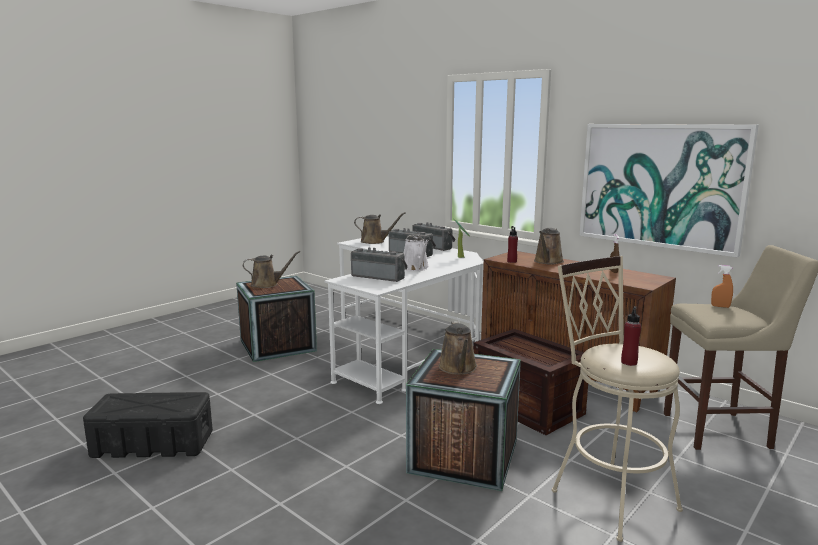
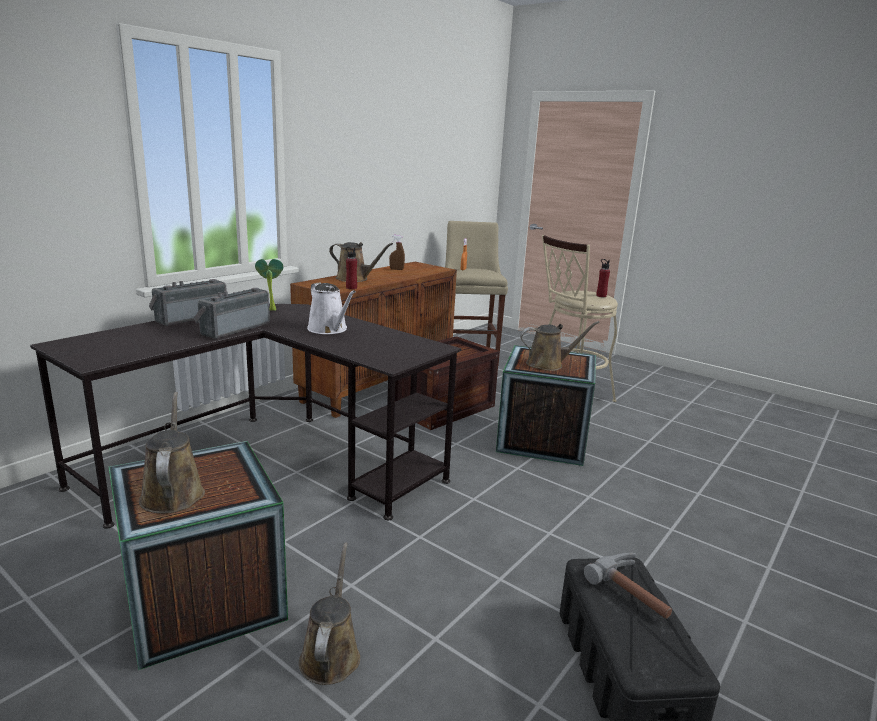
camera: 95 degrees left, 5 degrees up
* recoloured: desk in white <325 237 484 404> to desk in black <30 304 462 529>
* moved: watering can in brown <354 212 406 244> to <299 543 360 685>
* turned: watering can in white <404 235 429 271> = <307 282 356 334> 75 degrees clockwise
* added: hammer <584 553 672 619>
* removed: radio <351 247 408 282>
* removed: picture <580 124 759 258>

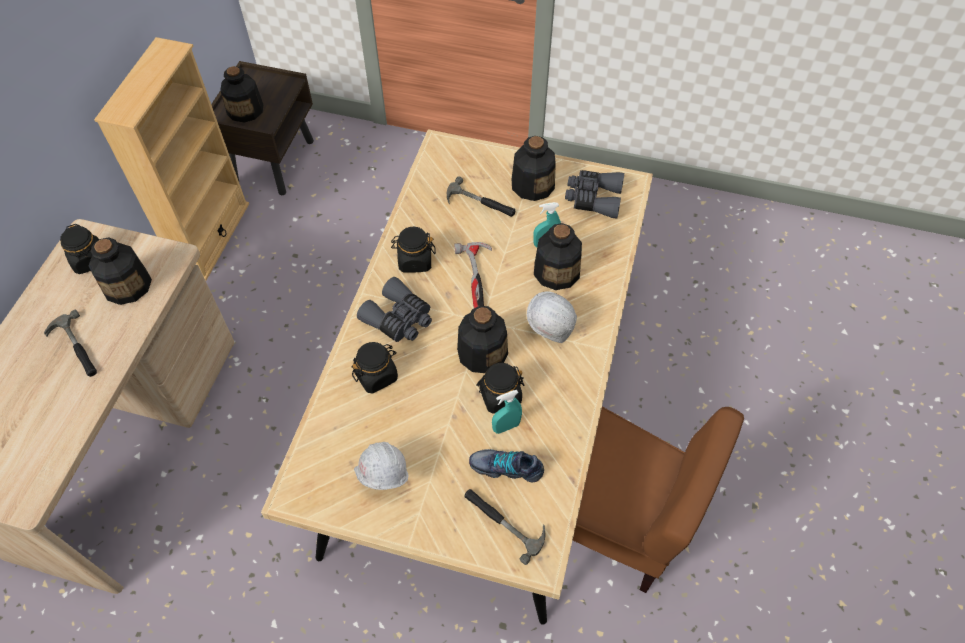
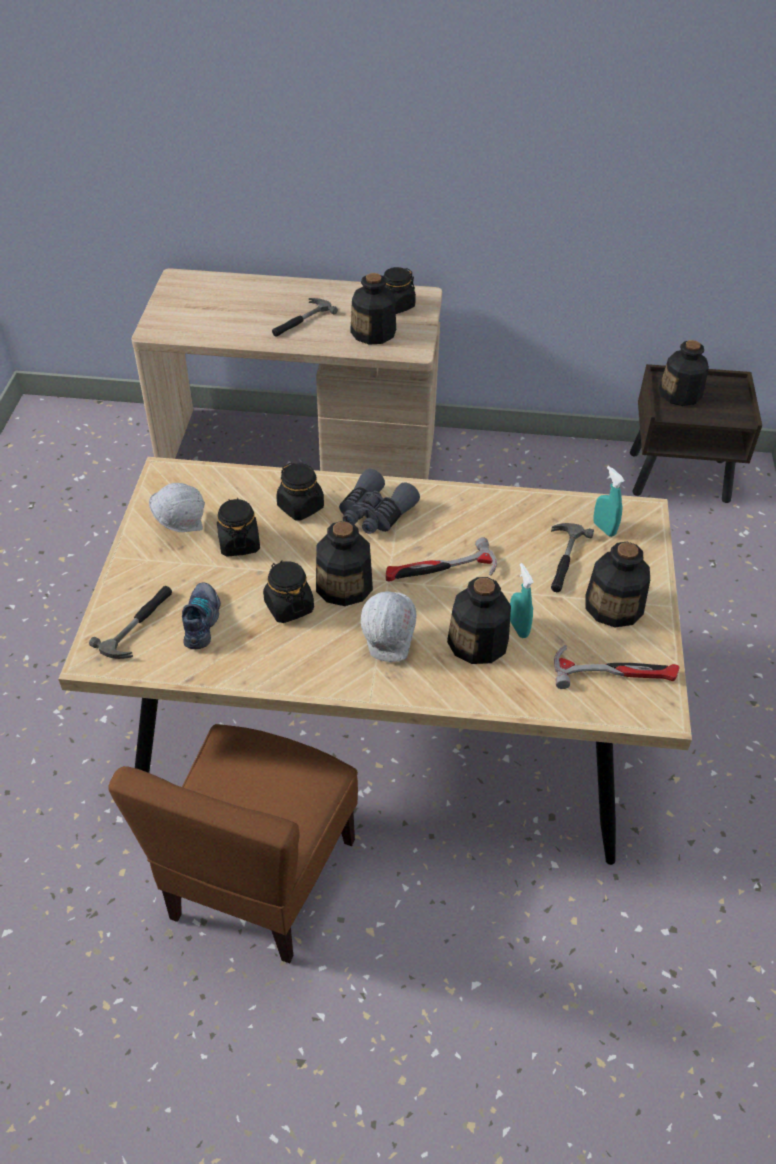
camera: 80 degrees right, 10 degrees down
* moved: jar in black <391 227 436 273> to <217 498 260 557>
* replaced: binoculars in grey <565 170 624 219> to hammer <554 645 679 689>
* moved: spray bottle in turquoise <492 390 522 434> to <593 466 625 537>
* removed: bookcase in beige <94 37 249 280>

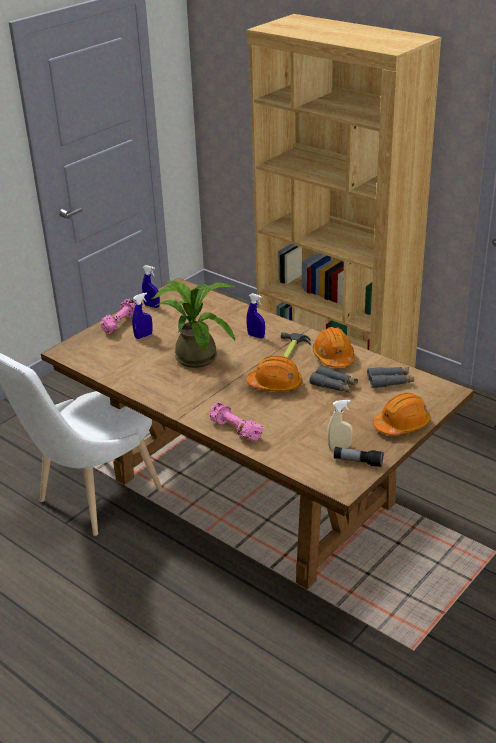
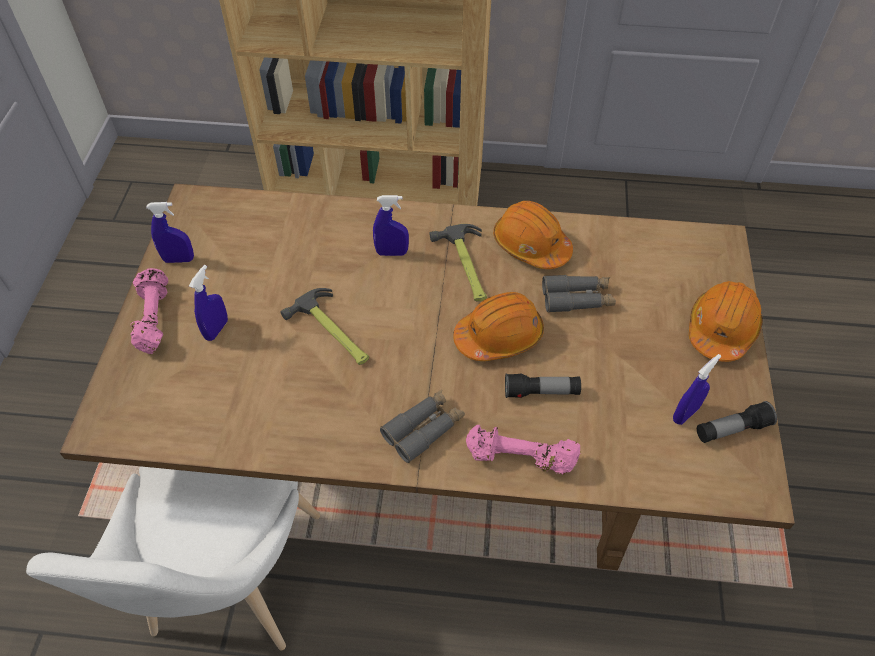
camera: 35 degrees left, 20 degrees up
* replaced: potted plant <152 280 237 368> to hammer <280 288 369 365>
* moved: binoculars in grey <367 367 414 388> to <380 390 465 463>
* added: flashlight <505 374 581 398>
* recoloured: spray bottle in beige <327 400 353 449> to spray bottle in blue <673 354 721 425>

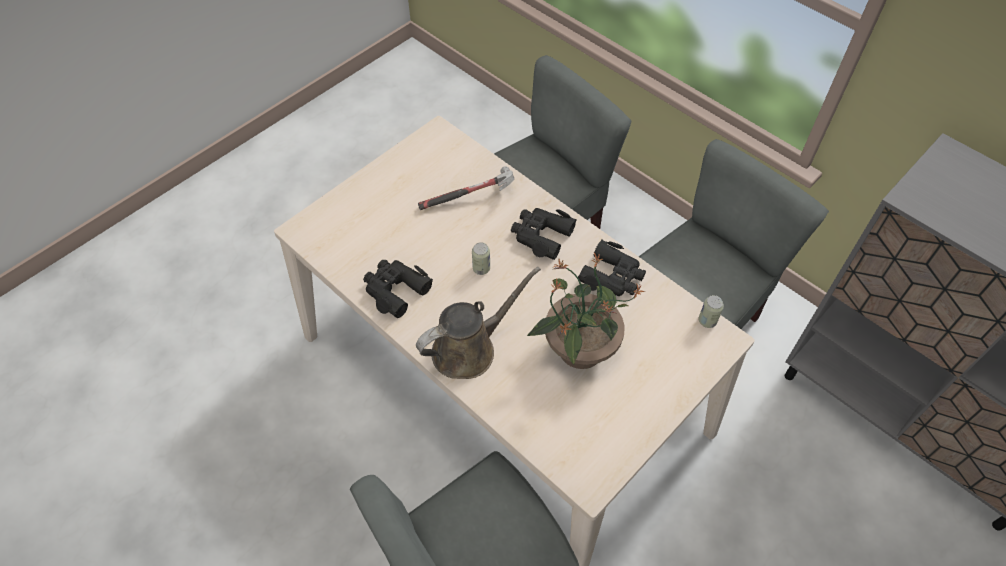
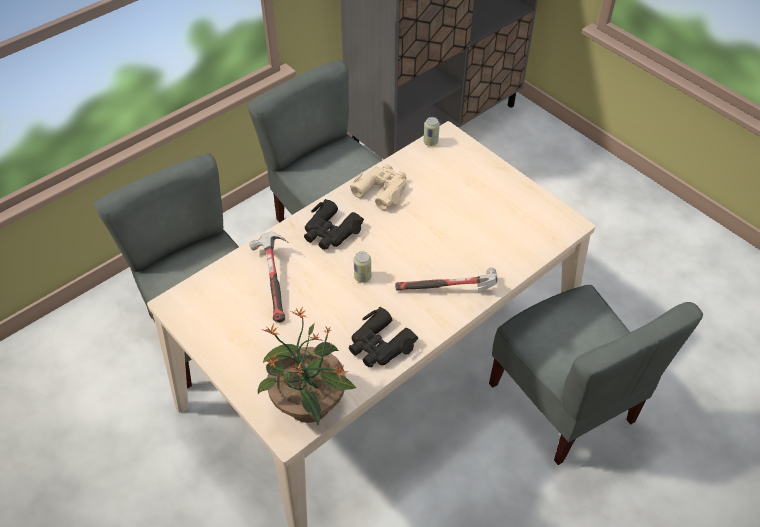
camera: 85 degrees left, 5 degrees down
* moved: potted plant <527 253 645 369> to <258 307 356 425>
* recoloured: binoculars in black <578 240 646 296> to binoculars in beige <350 164 407 211>
* replaced: watering can in brown <416 267 541 379> to hammer <395 267 498 292>

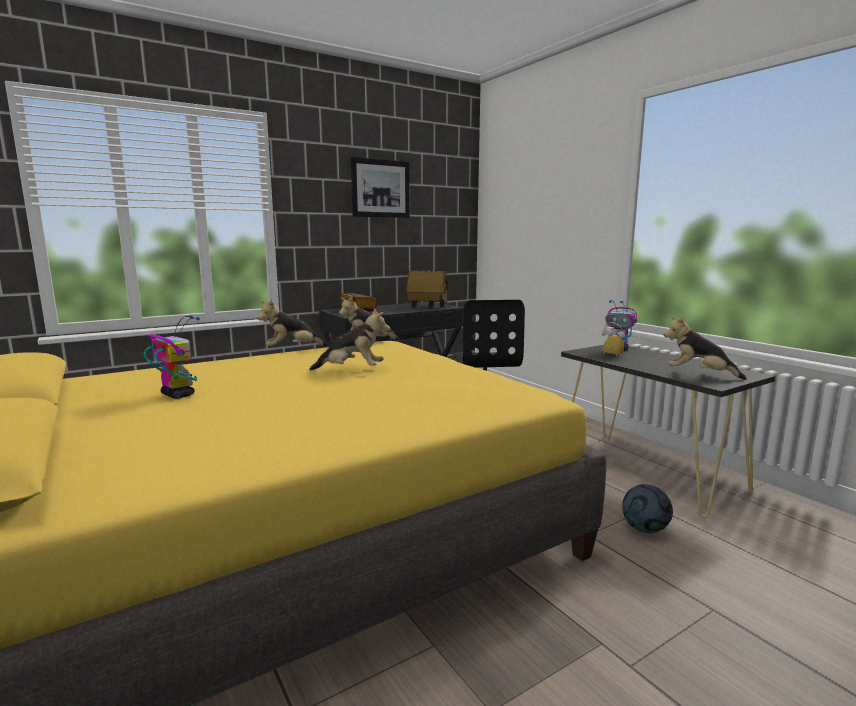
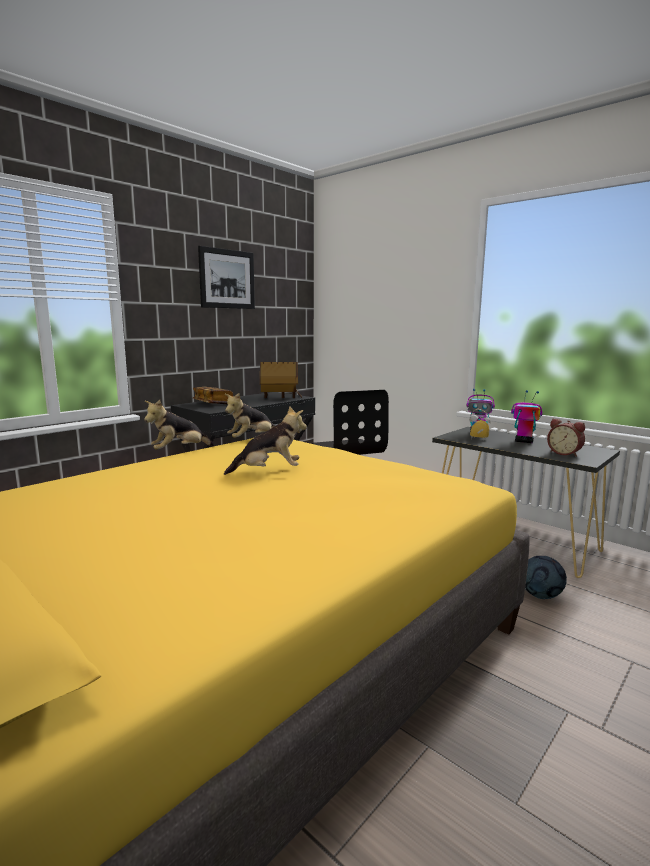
camera: 15 degrees left, 0 degrees up
* moved: toy robot <144 315 200 399> to <511 390 543 443>
* replaced: plush toy <664 316 747 380> to alarm clock <547 418 585 457>

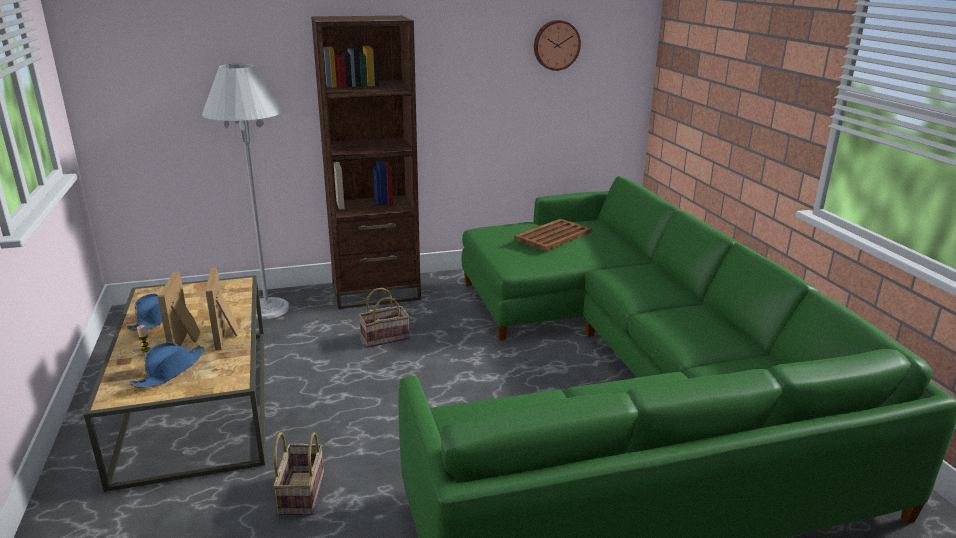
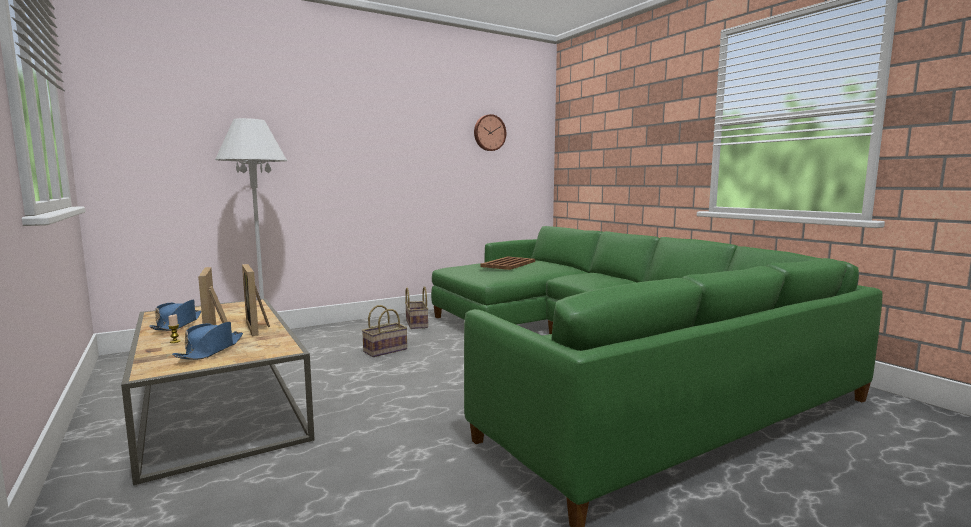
camera: 15 degrees left, 15 degrees down
* moved: basket <273 432 324 515> to <405 287 428 329>
* removed: bookcase in brown <311 16 421 309>

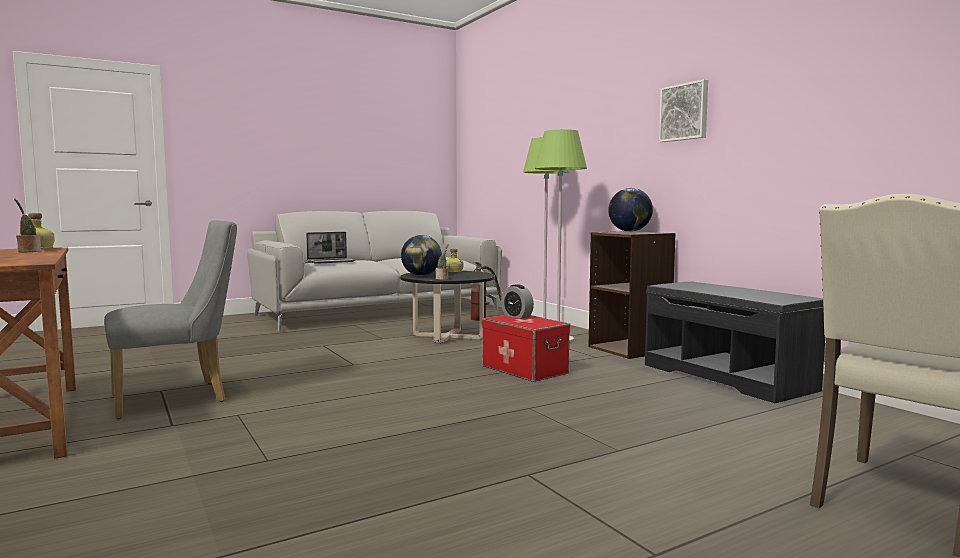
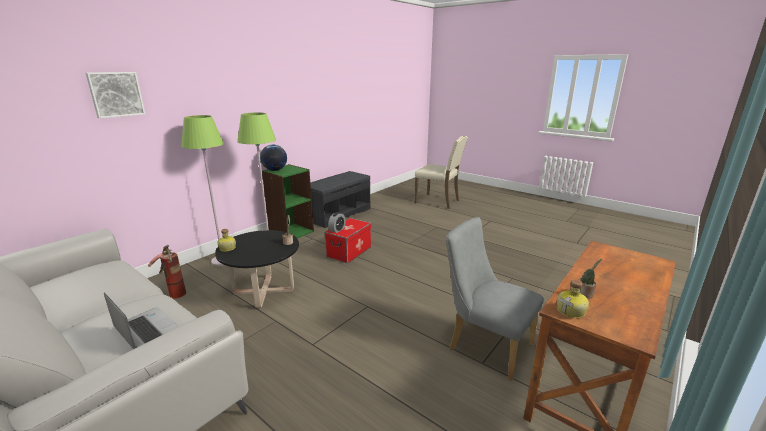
camera: 110 degrees left, 15 degrees up
* moved: picture <659 79 708 142> to <86 72 145 119>
* recoloured: bookcase in brown <588 231 676 359> to bookcase in green <262 164 314 238>
* removed: globe <401 235 442 276>

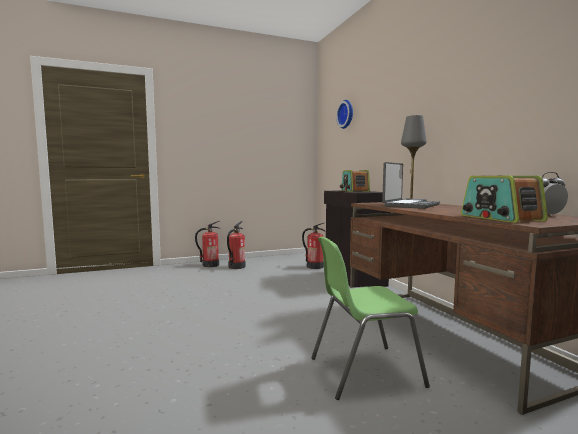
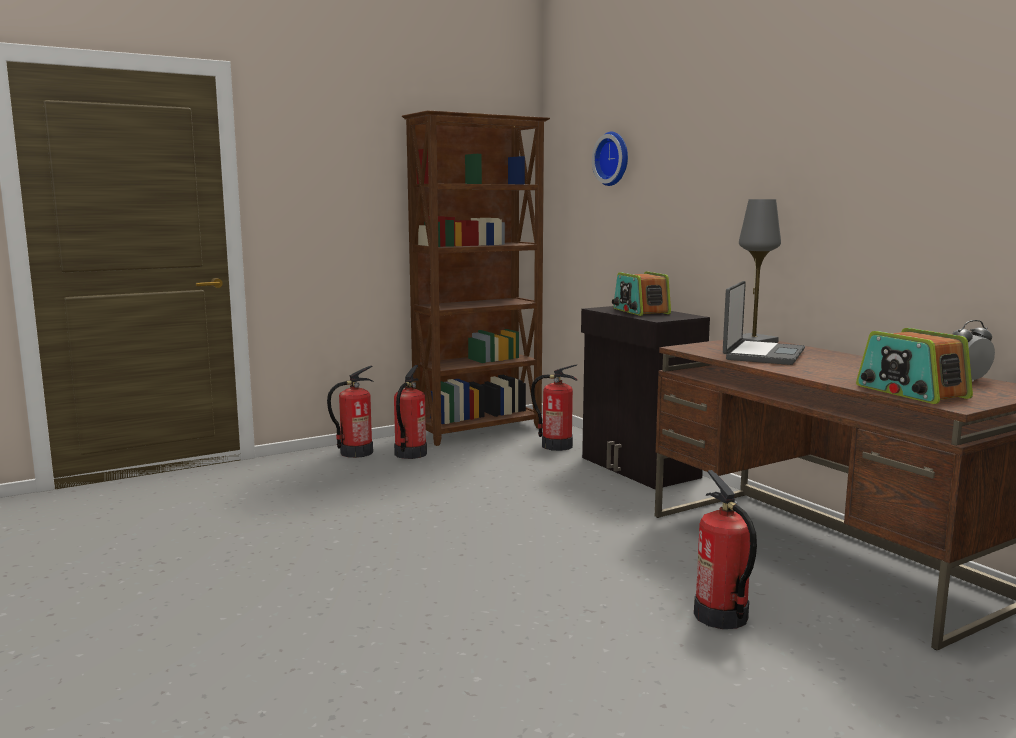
camera: 10 degrees left, 5 degrees up
* added: bookcase in brown <402 110 550 446>
* replaced: chair in green <311 237 430 400> to fire extinguisher <694 470 757 629>

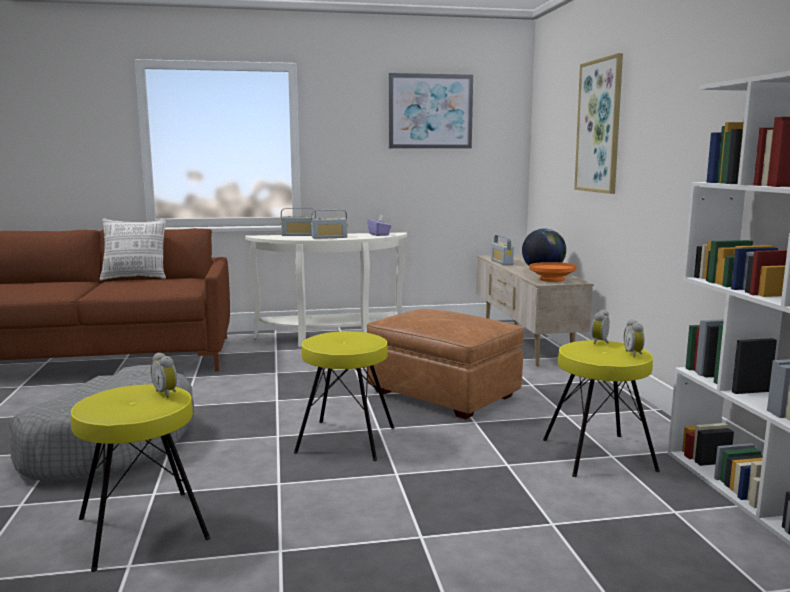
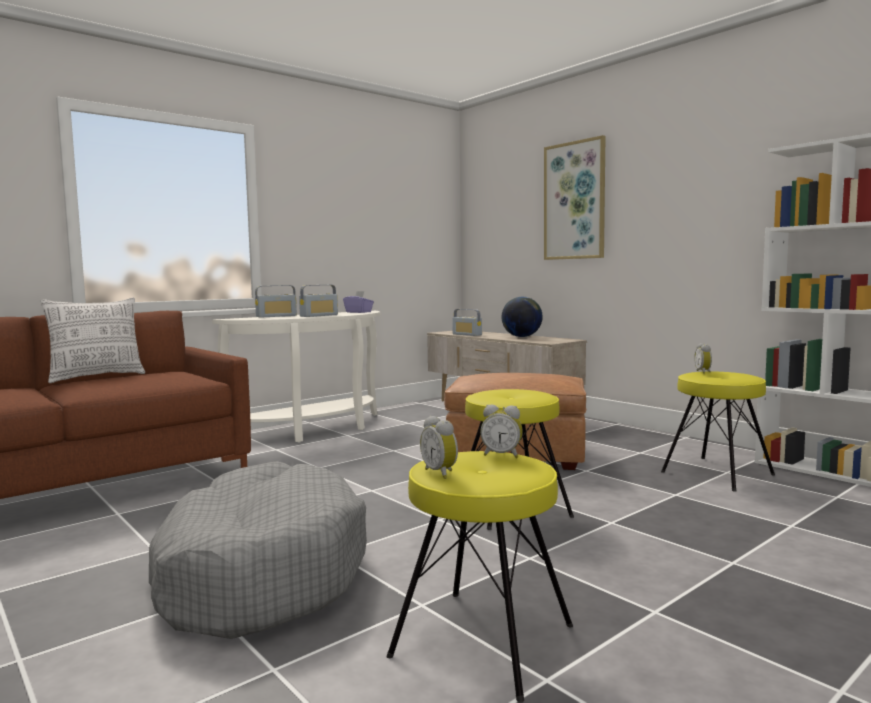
camera: 30 degrees left, 5 degrees down
* moved: alarm clock <624 319 645 358> to <420 416 458 479>
* removed: picture <389 73 473 149>
* removed: bowl in orange <529 262 577 282>

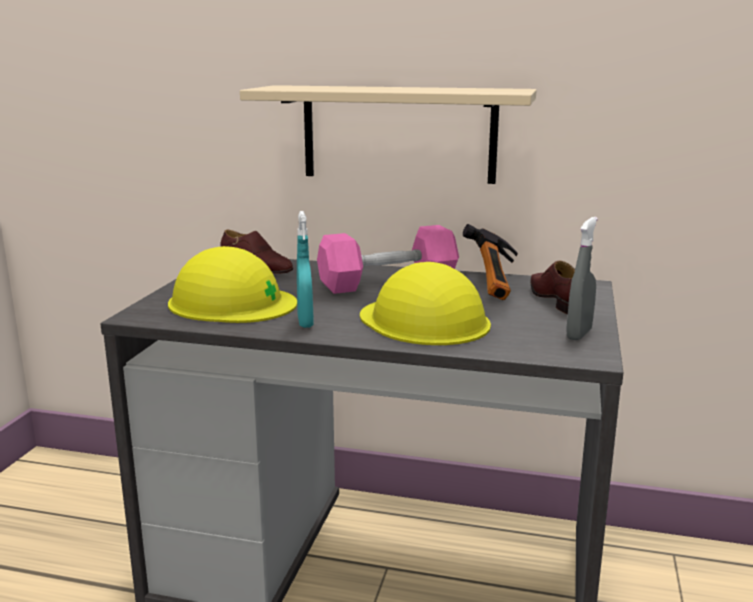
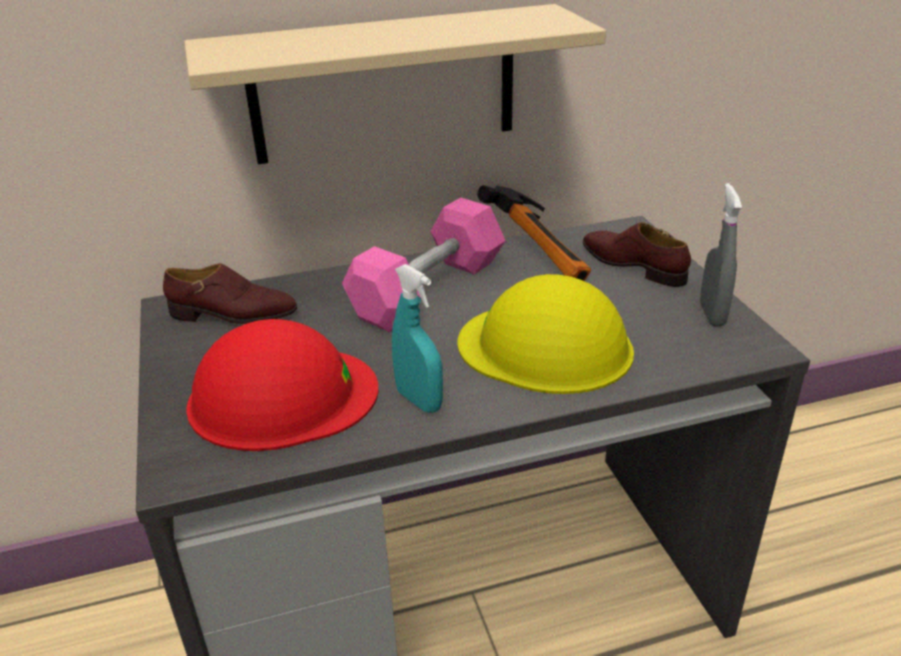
camera: 30 degrees left, 15 degrees up
* recoloured: hard hat in yellow <168 246 297 323> to hard hat in red <186 319 378 451>

